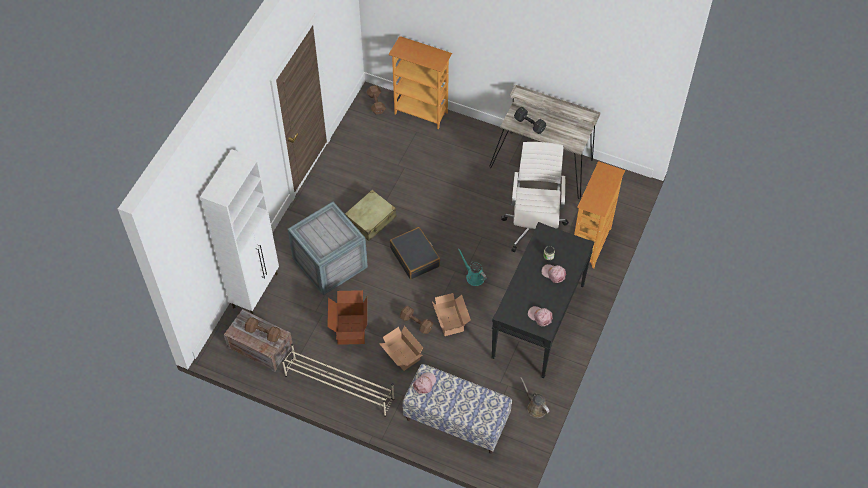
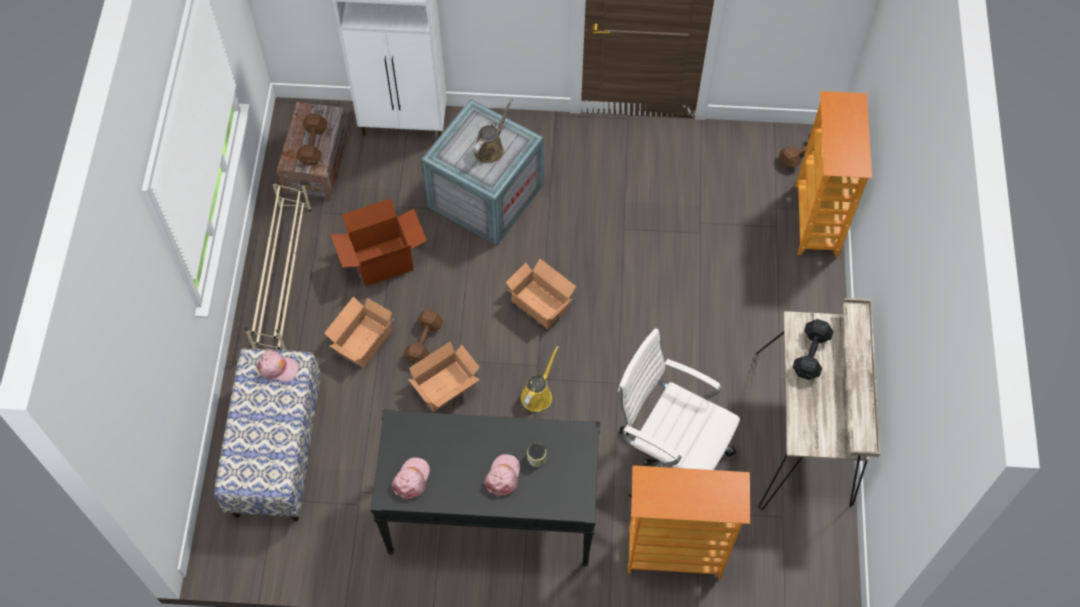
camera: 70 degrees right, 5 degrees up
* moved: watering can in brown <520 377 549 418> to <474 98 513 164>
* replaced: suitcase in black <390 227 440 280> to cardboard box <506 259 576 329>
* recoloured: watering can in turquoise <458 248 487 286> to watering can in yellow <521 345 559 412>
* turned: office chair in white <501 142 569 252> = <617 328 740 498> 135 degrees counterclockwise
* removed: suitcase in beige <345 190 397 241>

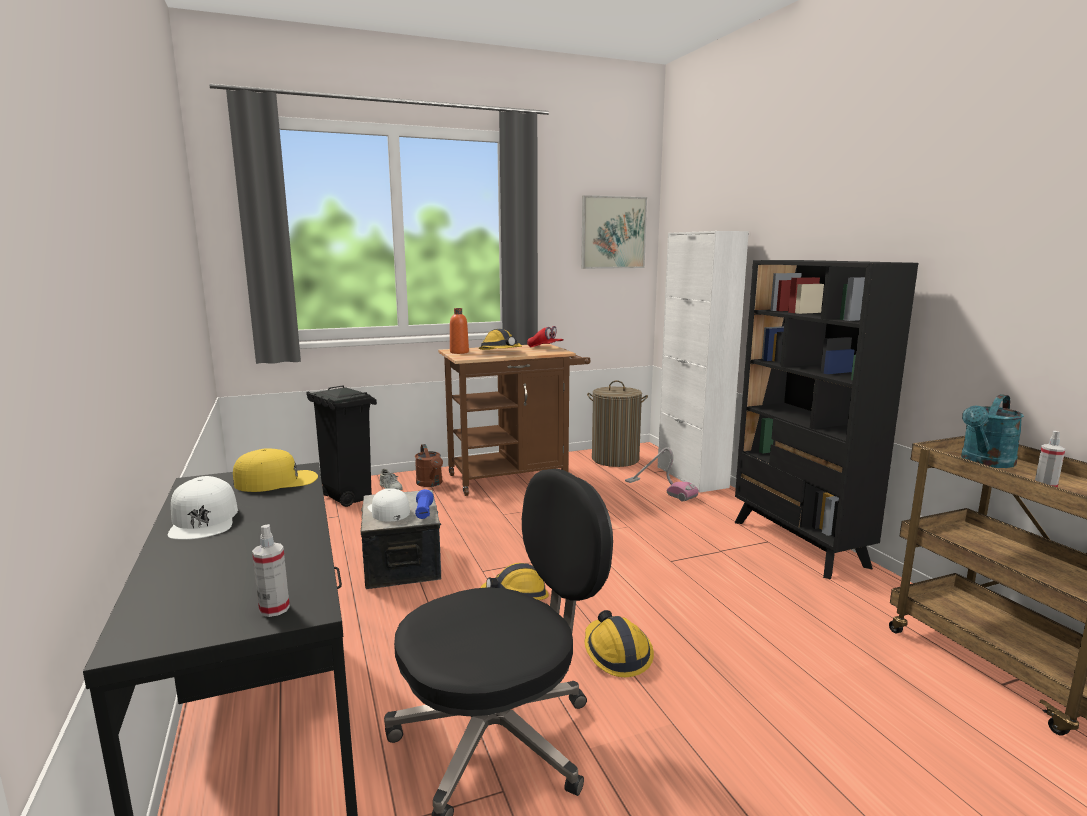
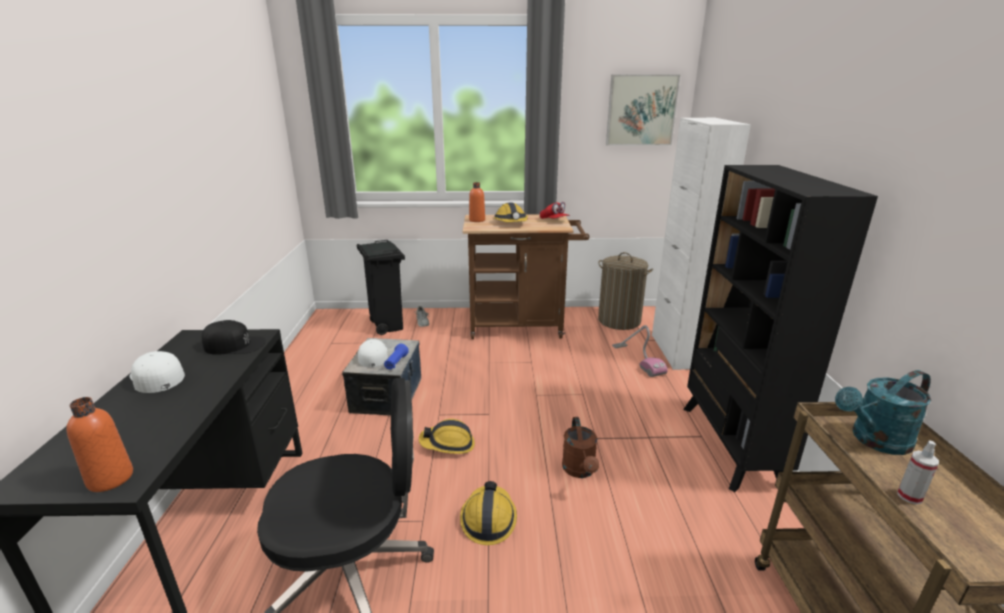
camera: 20 degrees right, 10 degrees up
* replaced: spray bottle <252 524 290 617> to bottle in orange <66 397 133 492>
* turned: cap in white <168 476 238 540> = <129 351 185 393> 135 degrees clockwise
* recoloured: cap in yellow <233 448 318 492> to cap in black <202 320 266 355>
* moved: watering can in brown <415 444 443 487> to <562 417 599 478>

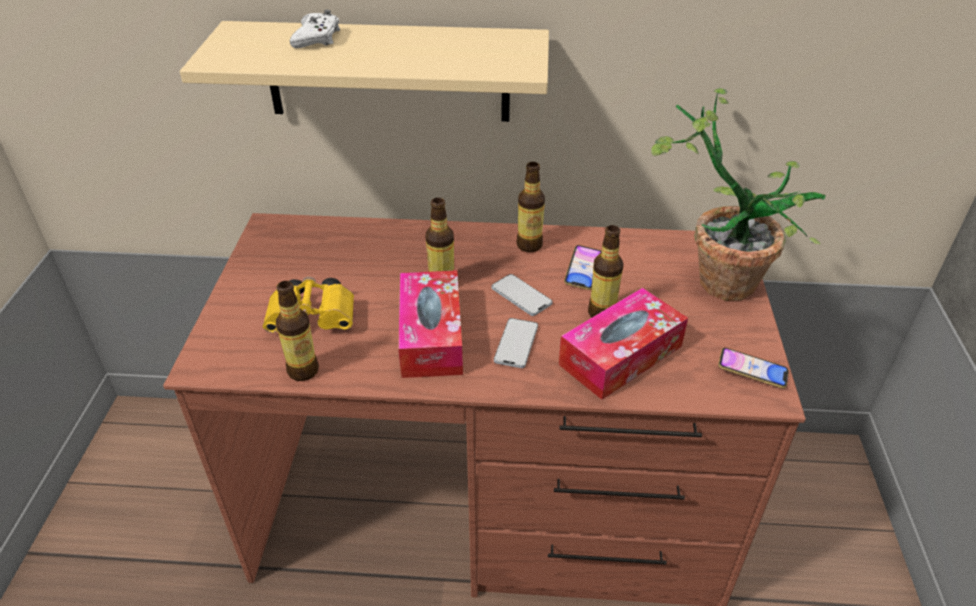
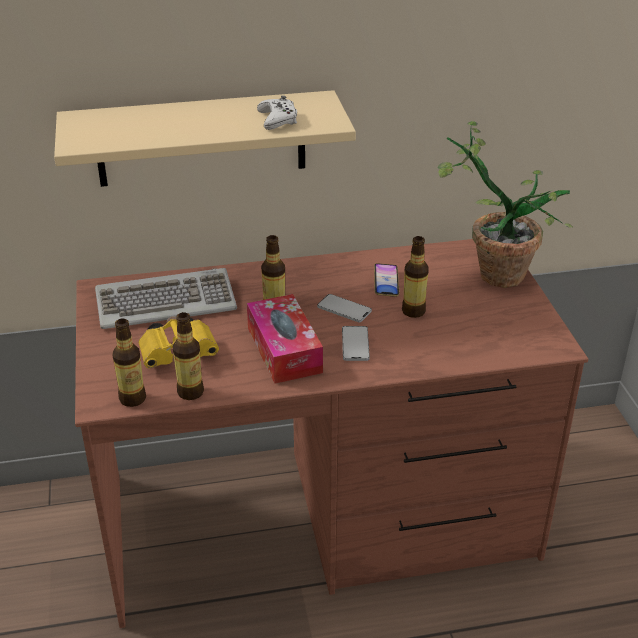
camera: 15 degrees left, 5 degrees down
* added: keyboard <95 268 237 329>
* moved: bottle <516 162 545 252> to <112 319 146 407>
* moved: game controller in white <290 10 340 48> to <257 96 297 130>
* removed: tissue box <559 288 688 400>
* removed: phone <718 348 789 388>

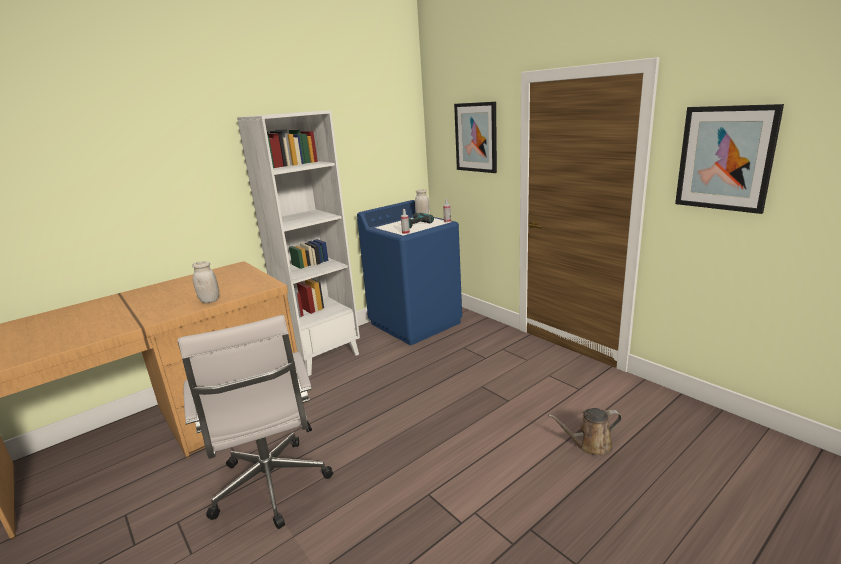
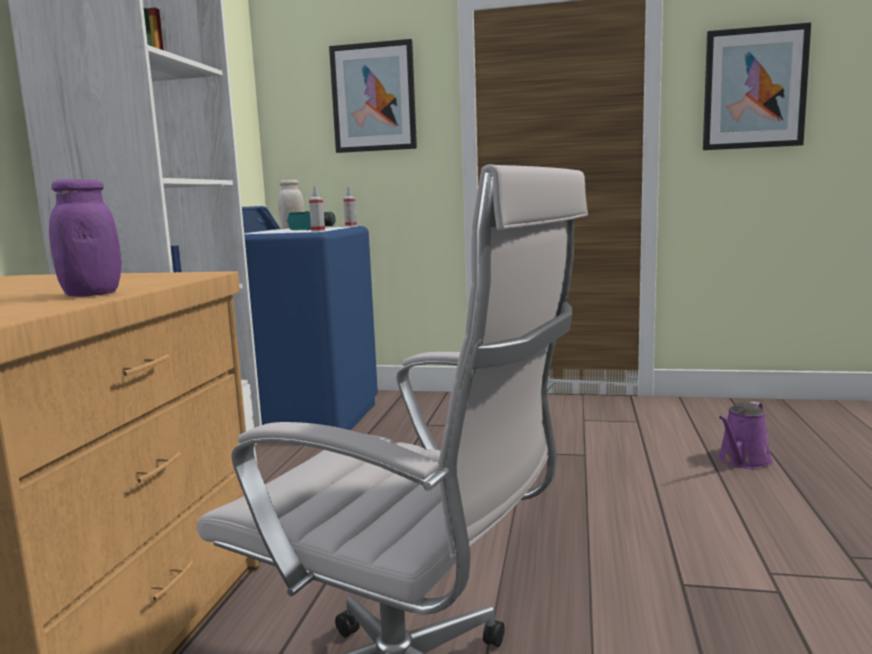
camera: 40 degrees left, 10 degrees down
* recoloured: jar in white <192 261 219 303> to jar in purple <49 179 122 297>
* recoloured: watering can in brown <548 408 622 456> to watering can in purple <718 401 773 469>

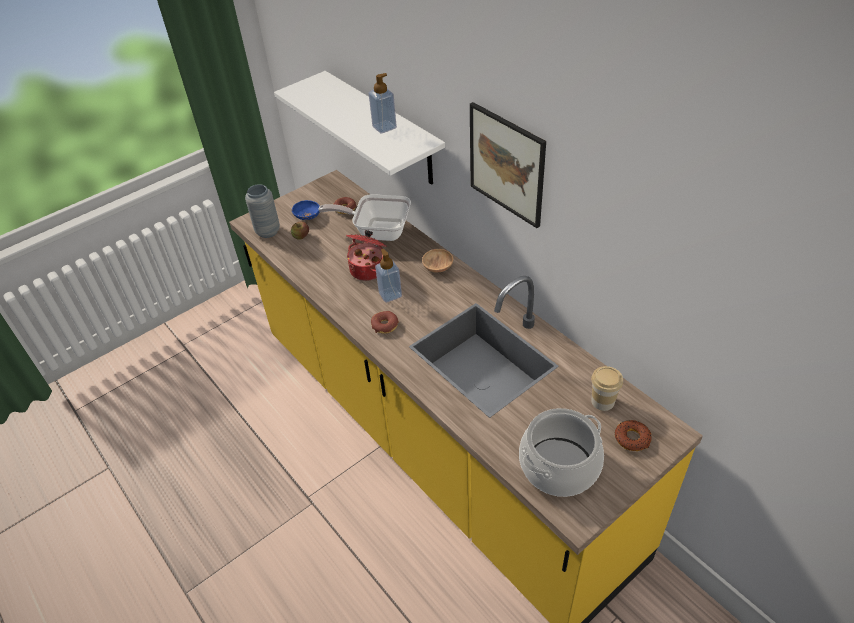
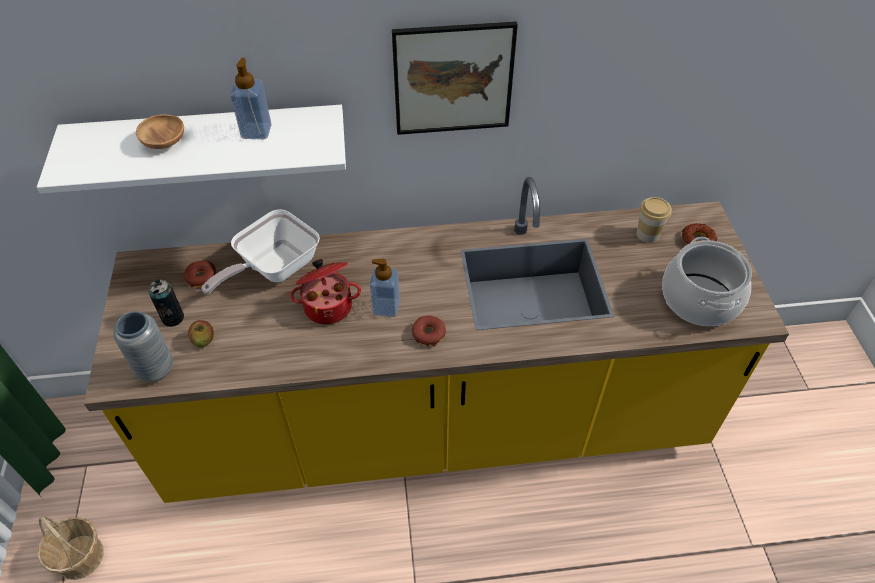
camera: 60 degrees left, 5 degrees up
* added: basket <38 515 104 580>
* moved: bowl in brown <422 249 453 272> to <136 114 184 149>
* replaced: bowl in blue <292 200 320 220> to can <149 279 184 327>

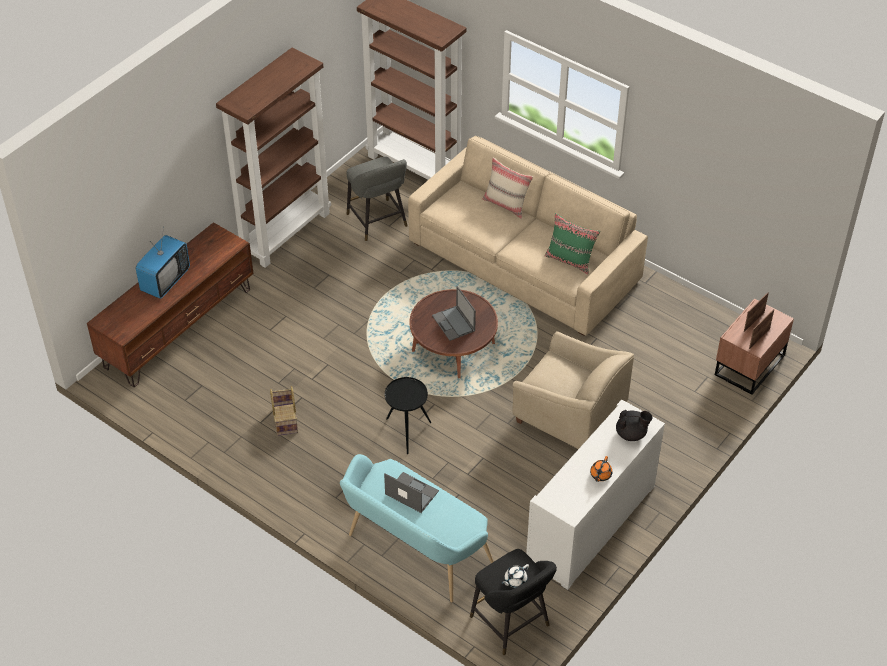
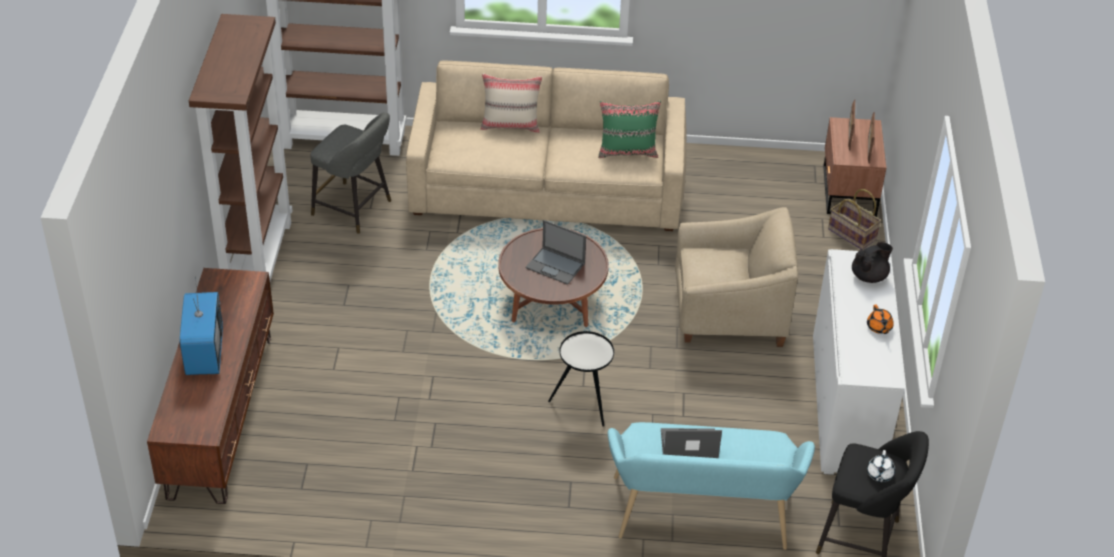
camera: 35 degrees left, 5 degrees down
* moved: basket <270 386 298 436> to <828 189 881 250>

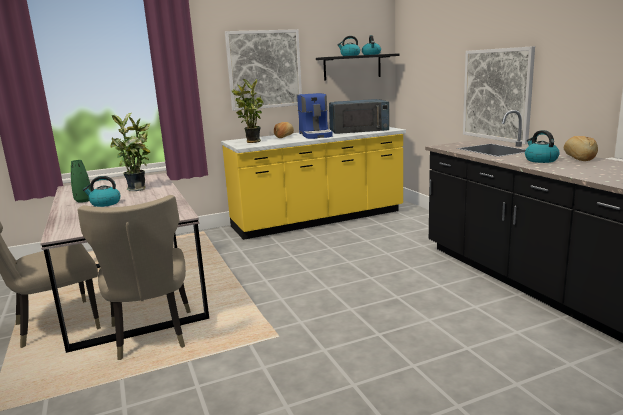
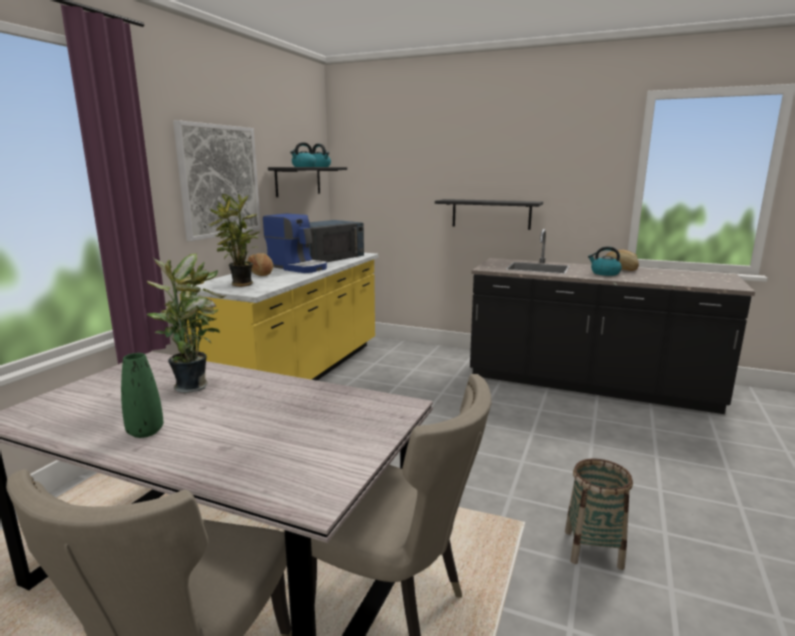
camera: 45 degrees left, 0 degrees up
* replaced: picture <463 46 535 144> to shelf in black <435 199 543 230>
* added: basket <565 459 633 570>
* removed: kettle <83 176 121 207>

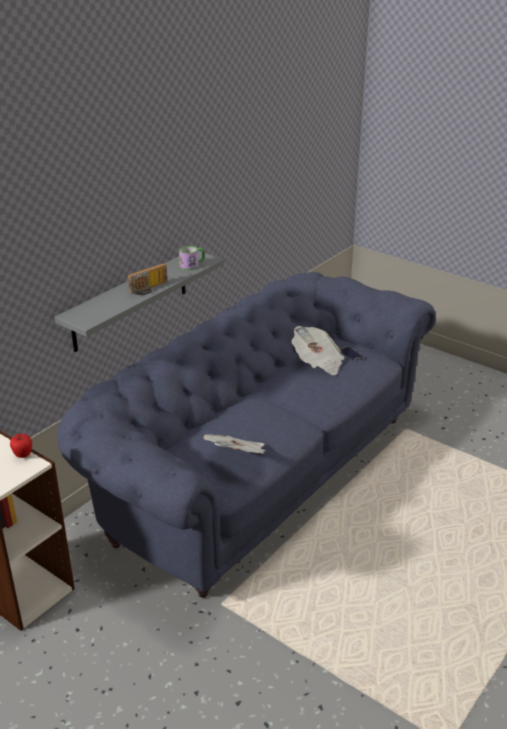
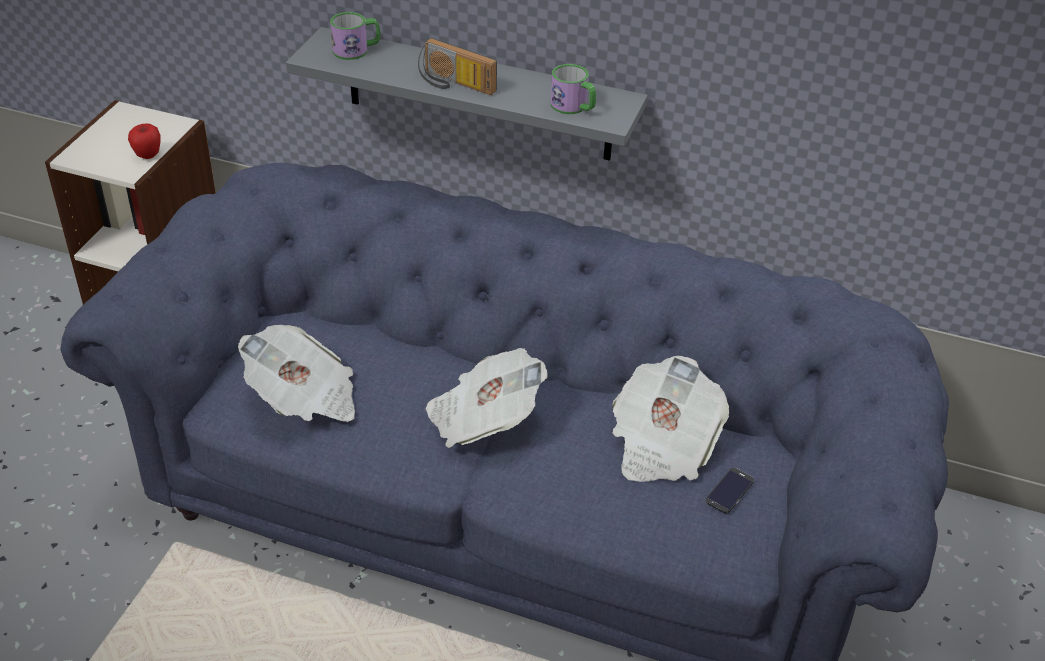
camera: 70 degrees right, 10 degrees up
* added: mug <330 12 381 60>
* added: newspaper <426 348 548 448>

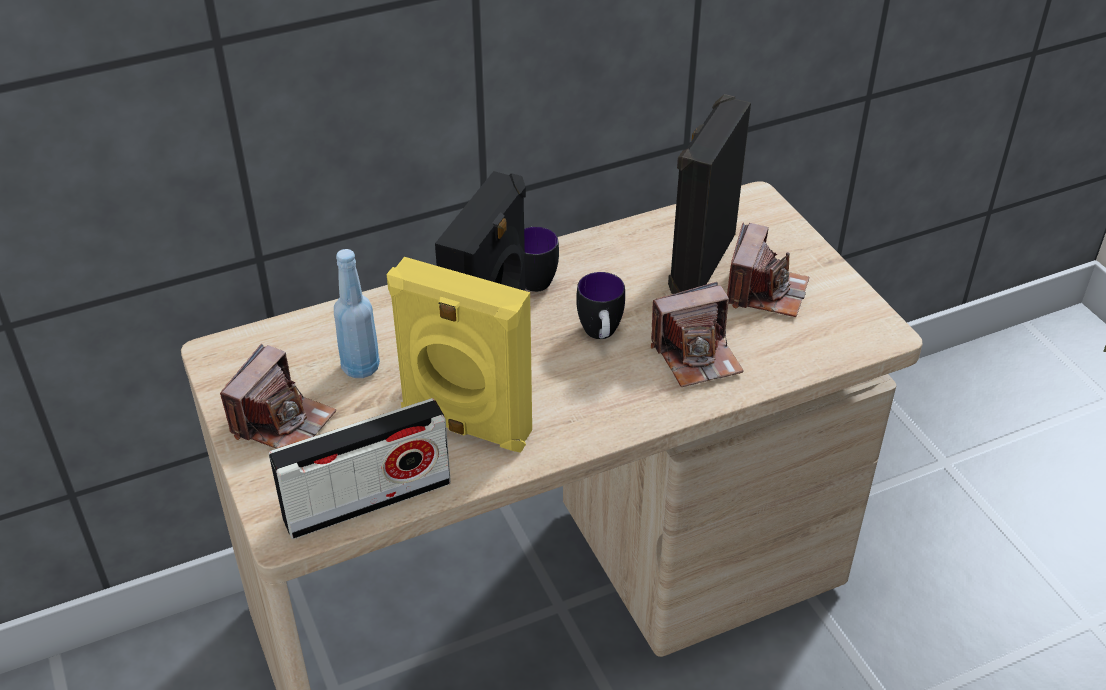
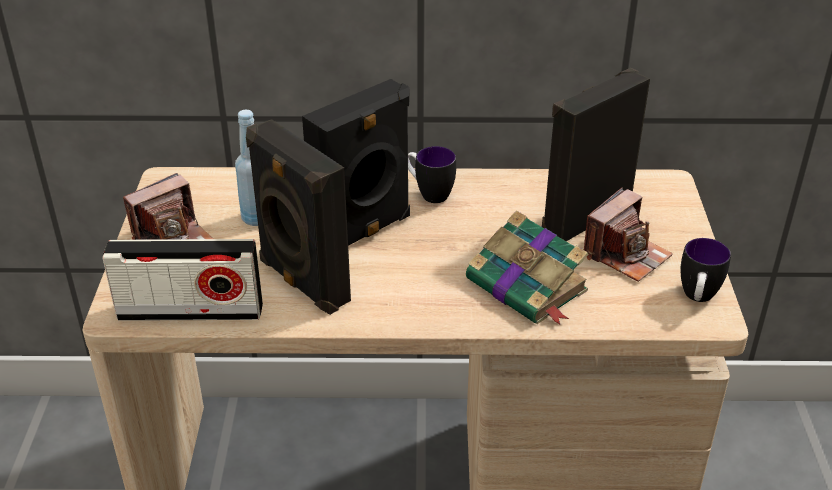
camera: 25 degrees right, 5 degrees down
* recoloured: speaker in yellow <387 257 532 453> to speaker in black <246 119 351 315>
* replaced: photo camera <651 282 744 387> to book <466 210 588 324>
* moved: mug <576 272 625 339> to <681 238 731 302>

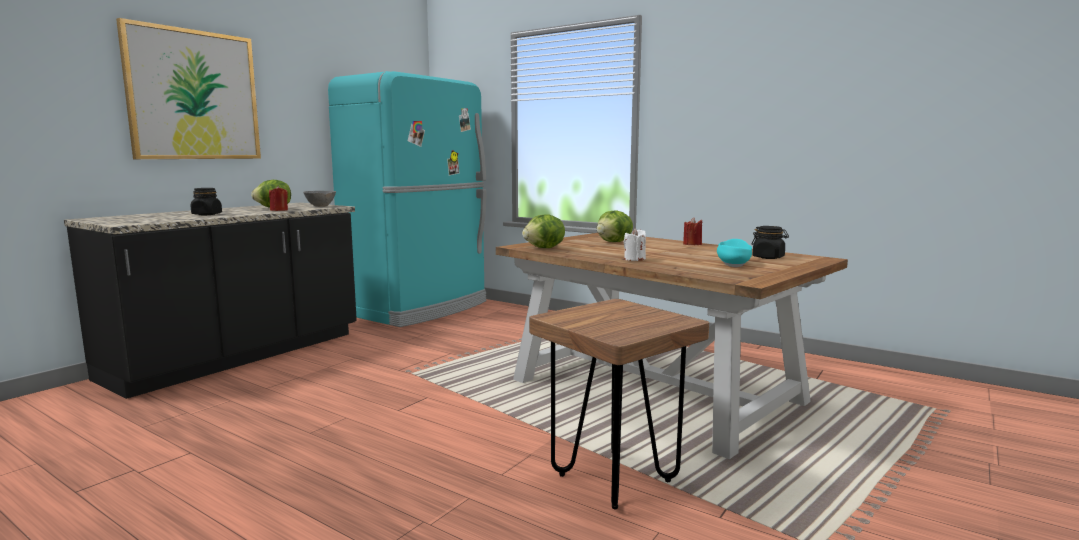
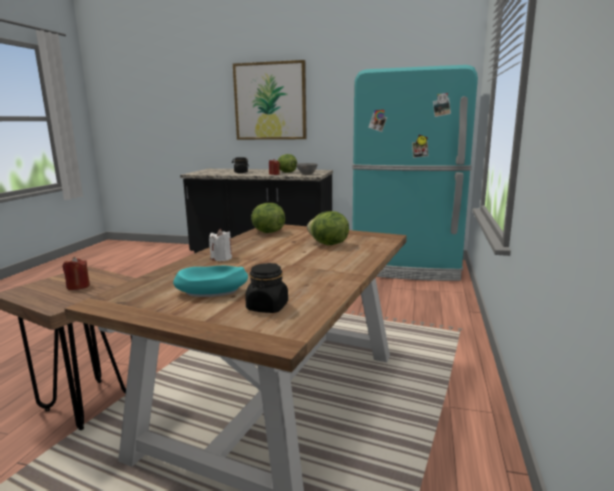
camera: 70 degrees right, 5 degrees up
* moved: candle in red <683 218 702 245> to <62 257 90 290>

